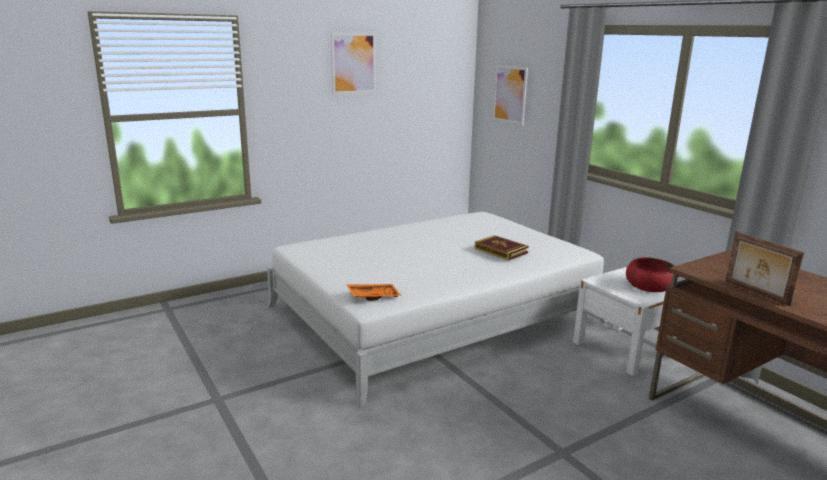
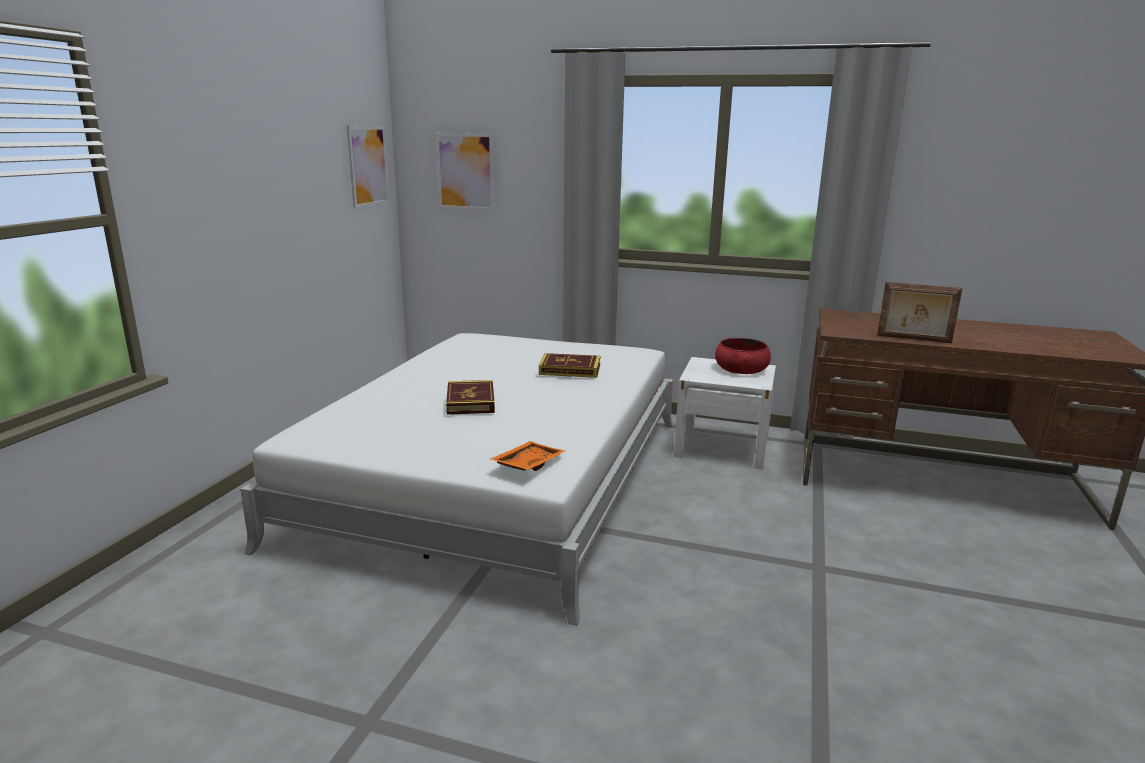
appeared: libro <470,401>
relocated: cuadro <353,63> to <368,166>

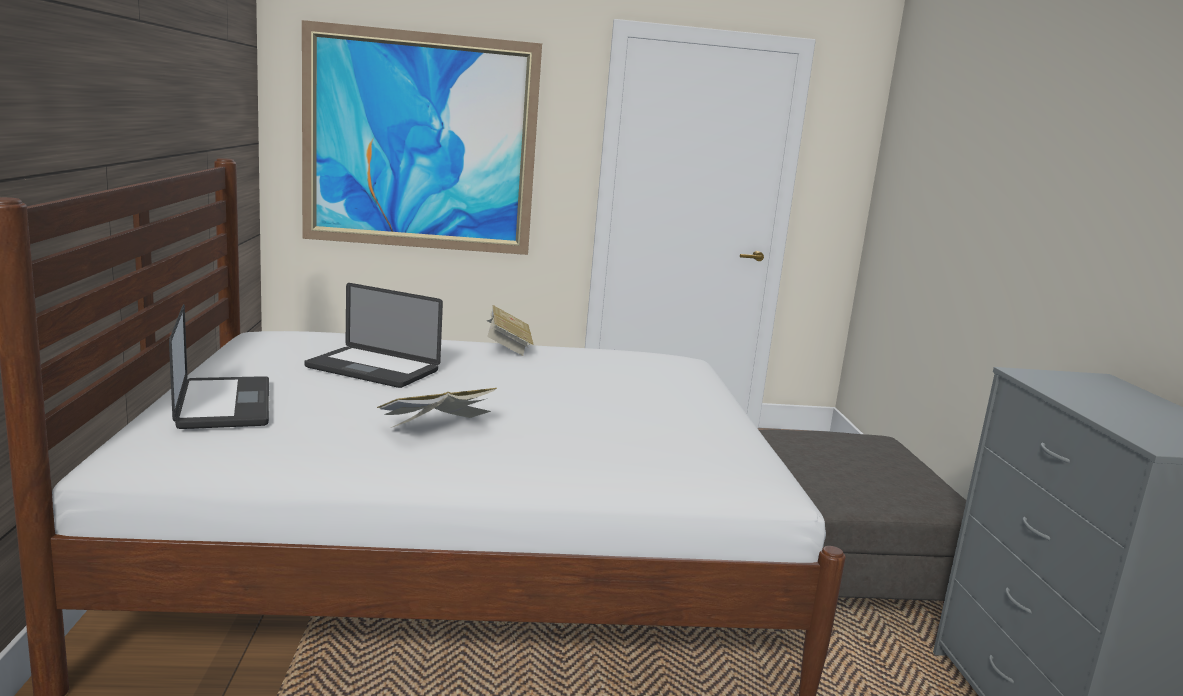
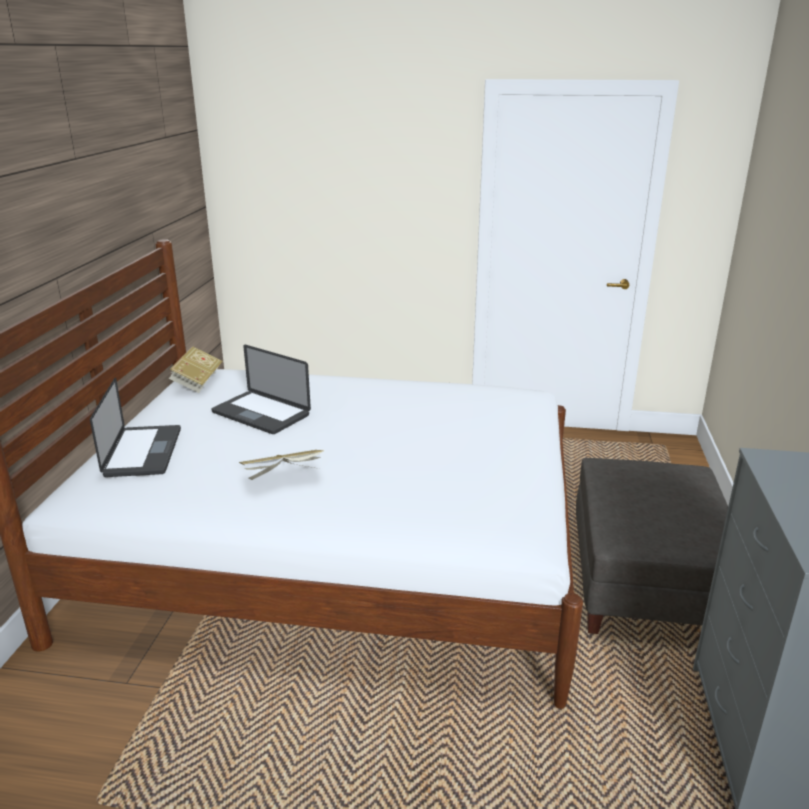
missing: cuadro <420,142>
relocated: libro <508,346> to <197,382>

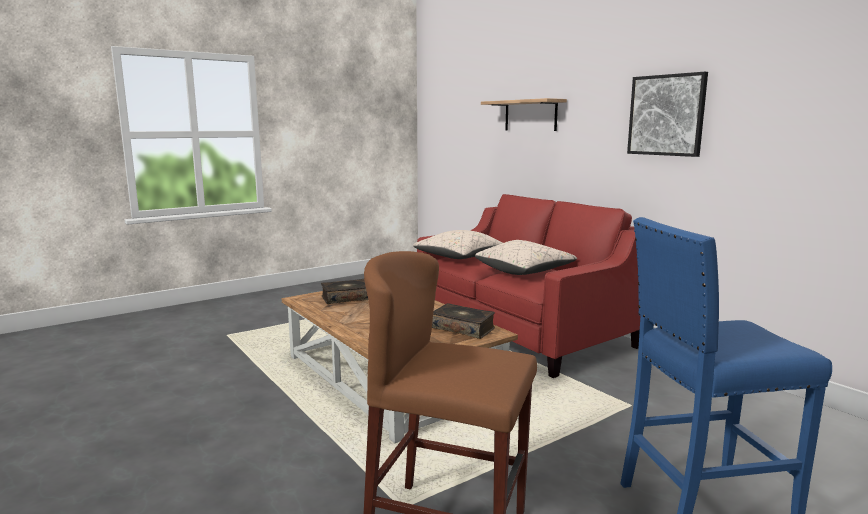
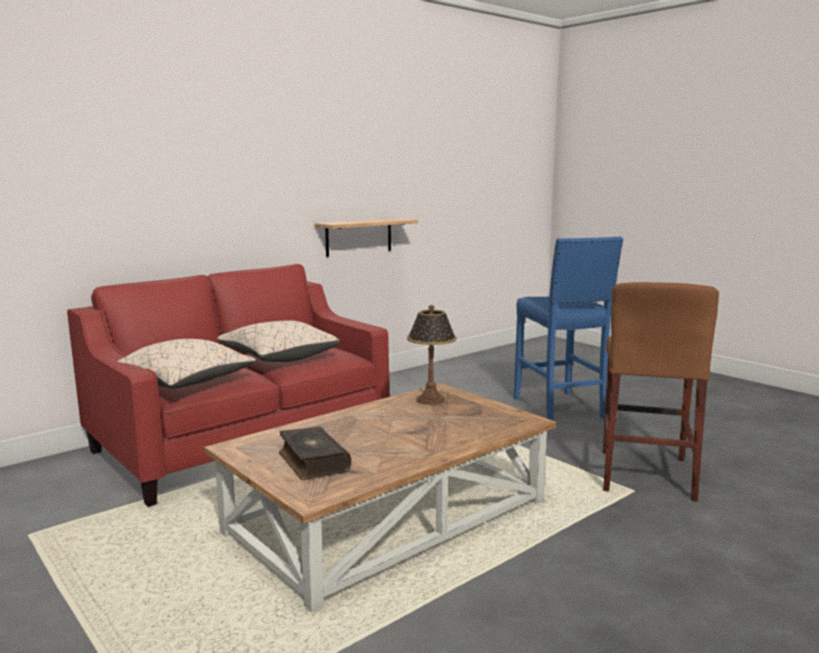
missing: cuadro <666,115>
relocated: estante <530,115> to <359,237>
exchanged: libro <463,328> to lámpara de mesa <431,399>

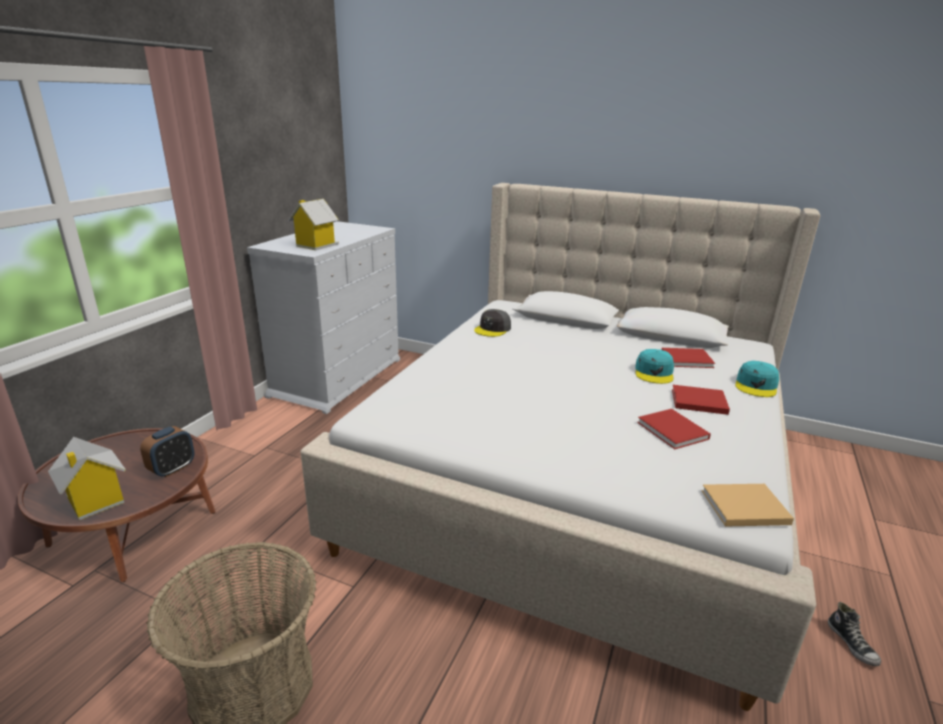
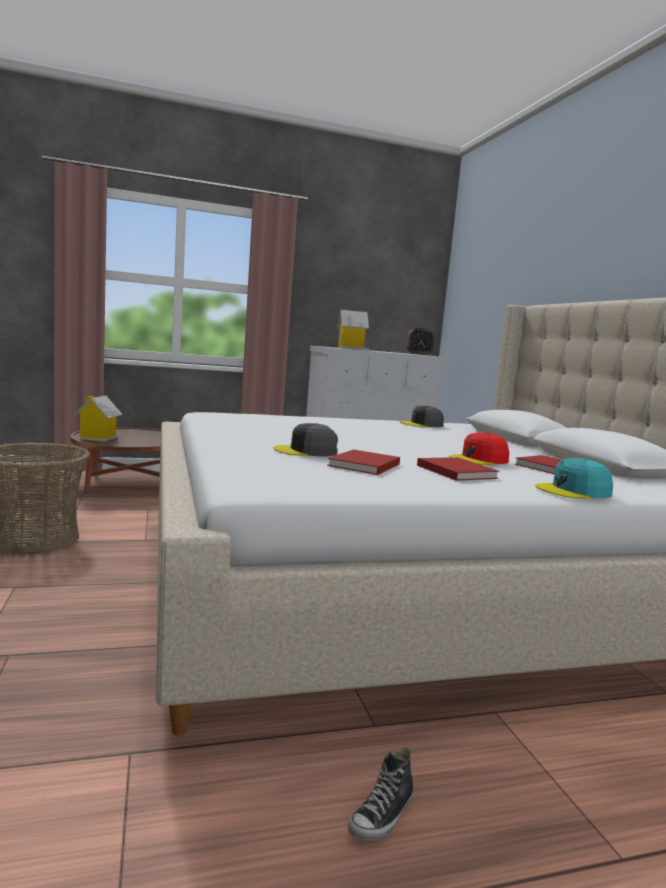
missing: libro (beis) <742,507>
appeared: gorra (gris) <306,451>
relocated: despertador <172,469> to <418,354>
colour: gorra (turquesa) <654,373> to gorra (rojo) <479,459>

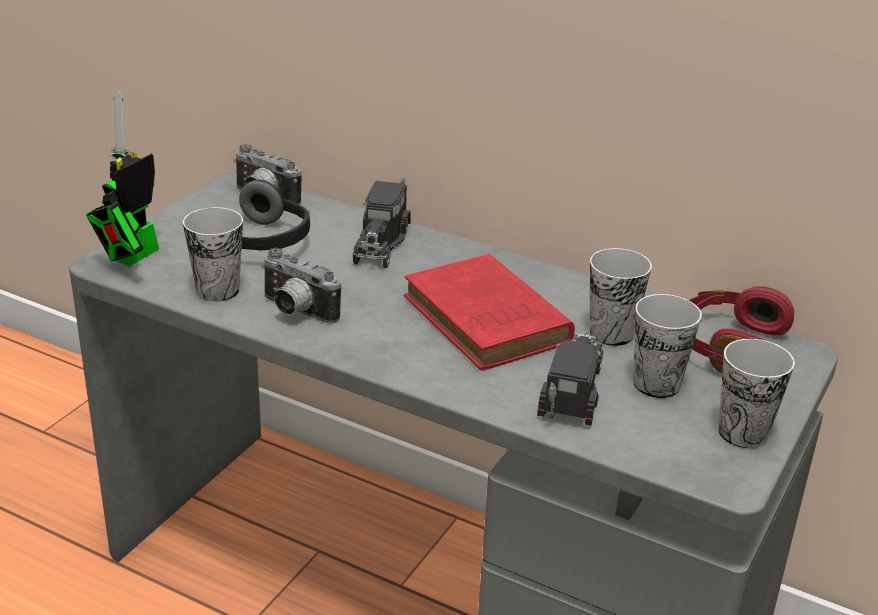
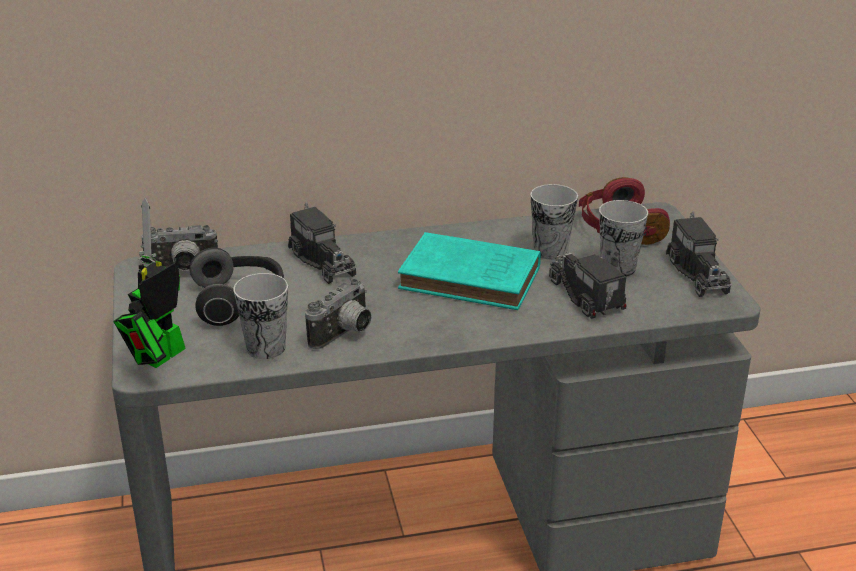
exchanged: taza <743,433> to camión de juguete <696,272>
colour: libro (rojo) <488,322> to libro (turquesa) <474,279>
spun: robot de juguete <131,258> = <158,358> 45 degrees clockwise; cámara <295,312> = <345,334> 45 degrees counterclockwise

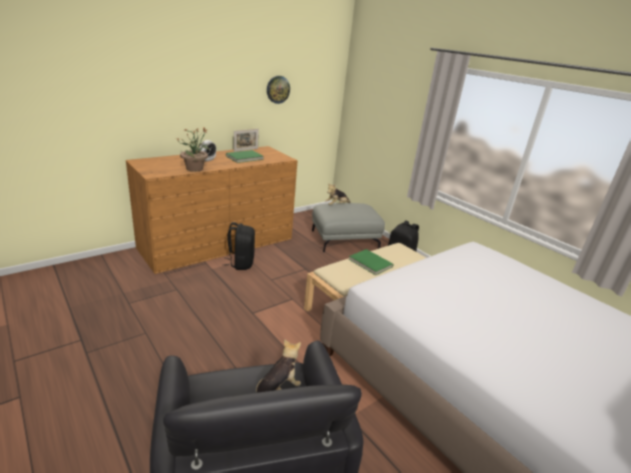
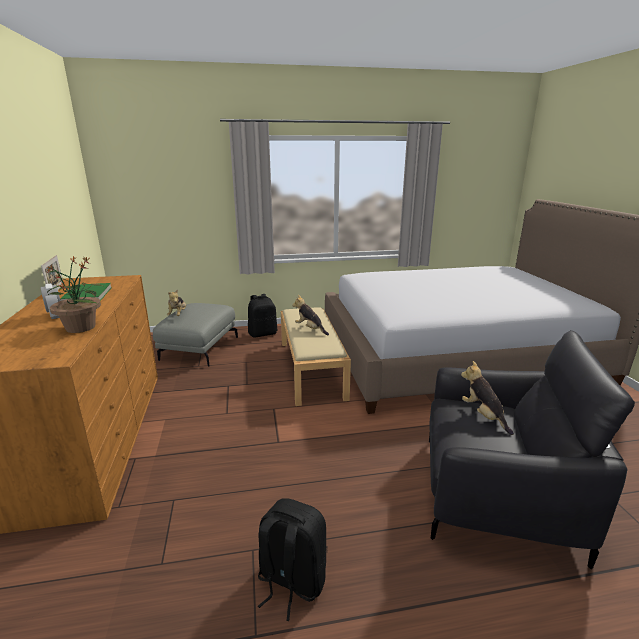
missing: reloj de pared <278,89>
relocated: mochila (negro) <240,263> to <291,581>
exchanged: libro (verde) <370,263> to peluche <310,329>

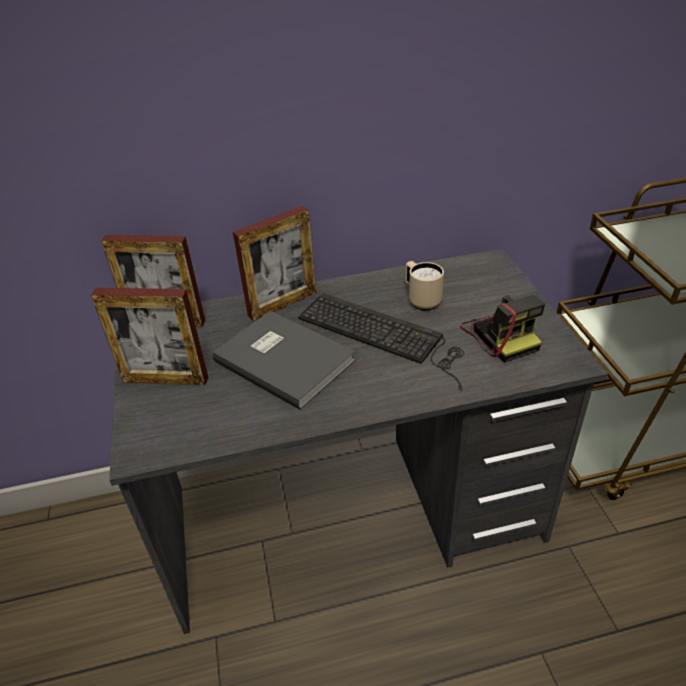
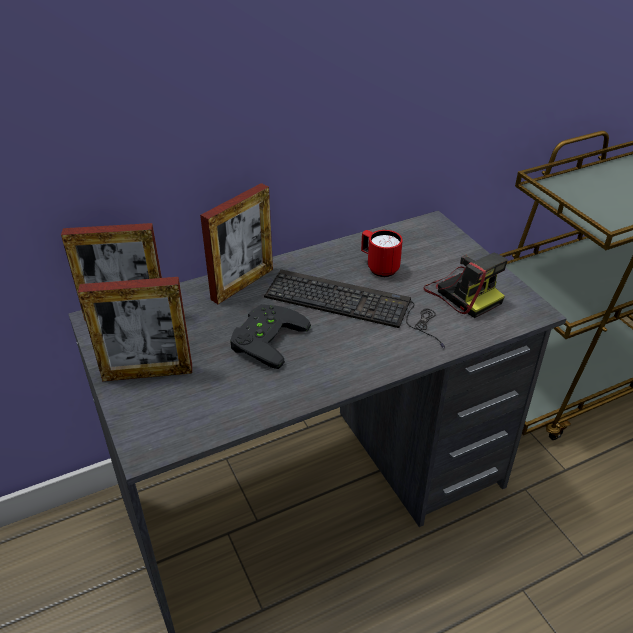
exchanged: libro (gris) <285,359> to mando de consola (negro) <264,338>
colour: taza grande (beis) <421,300> to taza grande (rojo) <378,267>

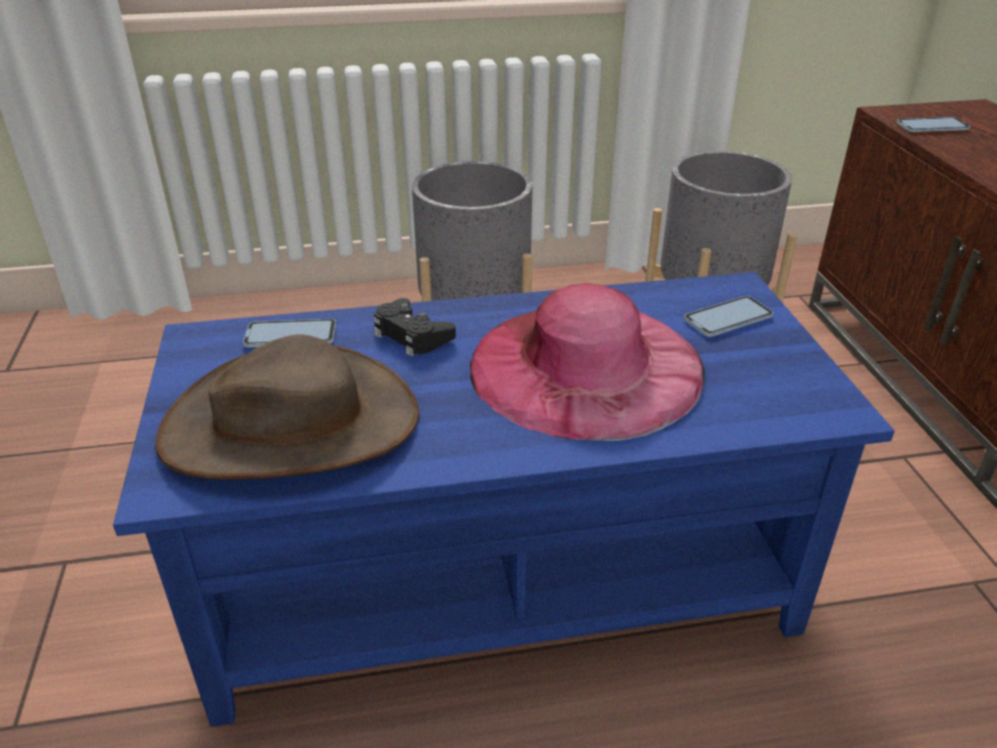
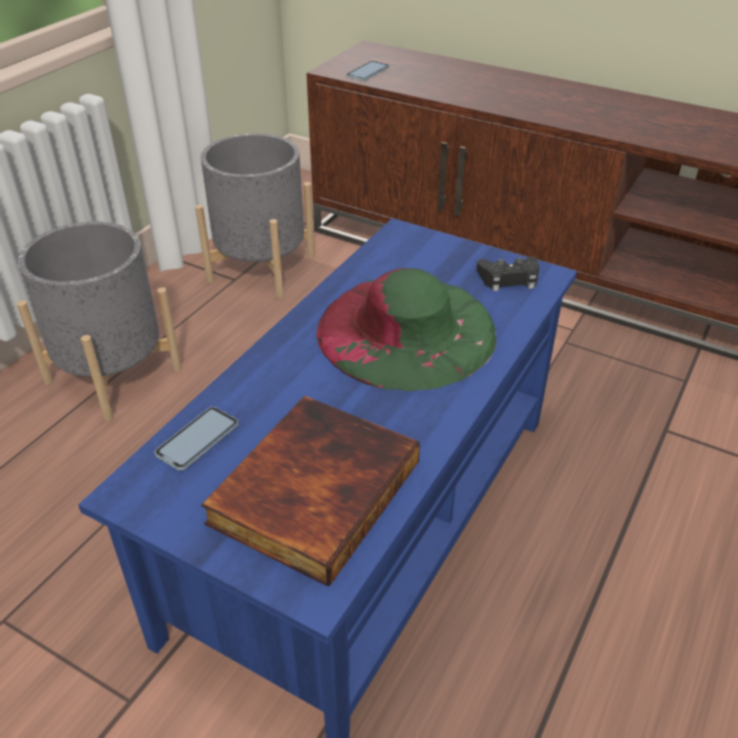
missing: móvil <728,318>
relocated: mando de consola (negro) <411,335> to <509,279>
exchanged: sombrero (marrón) <291,423> to libro <313,489>
colour: sombrero (rosa) <585,366> to sombrero (verde) <406,331>

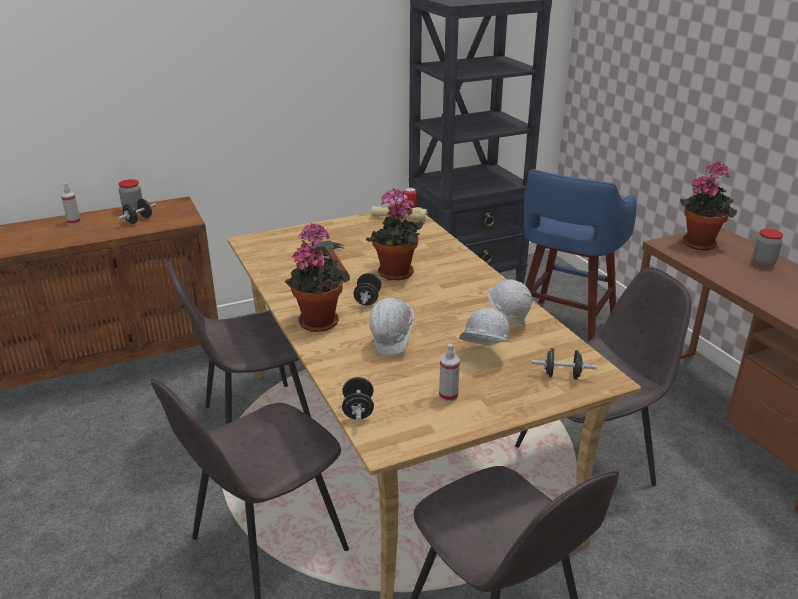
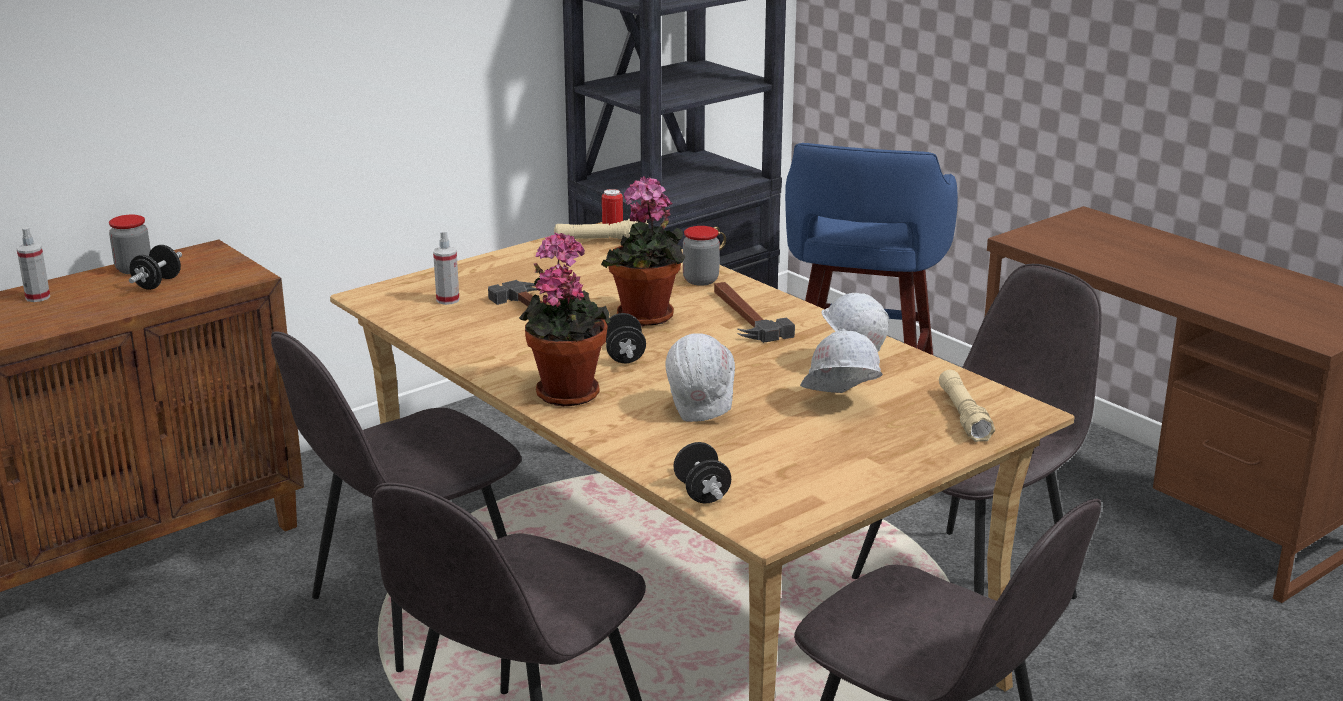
missing: planta en maceta <700,242>
appeared: martillo <743,316>
relocated: tarro <763,262> to <700,280>; pulverizador <448,396> to <447,300>
exchanged: mancuerna (negro) <562,376> to linterna (beis) <963,416>

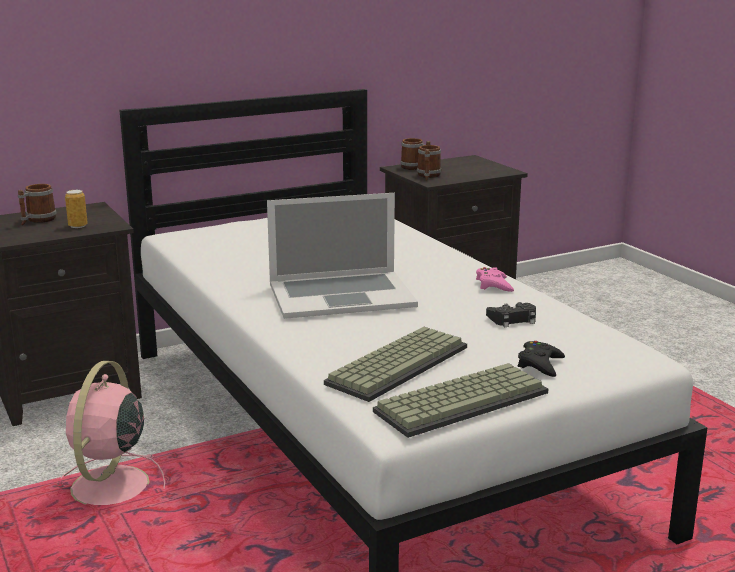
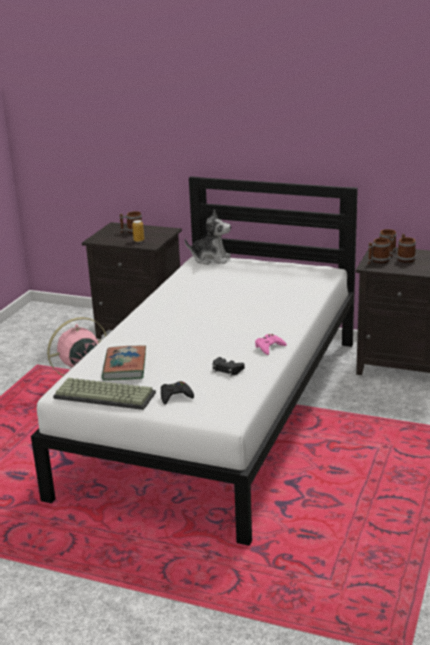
missing: portátil <341,295>
appeared: peluche <211,259>; taza grande <405,258>
exchanged: teclado <397,364> to libro <125,367>

